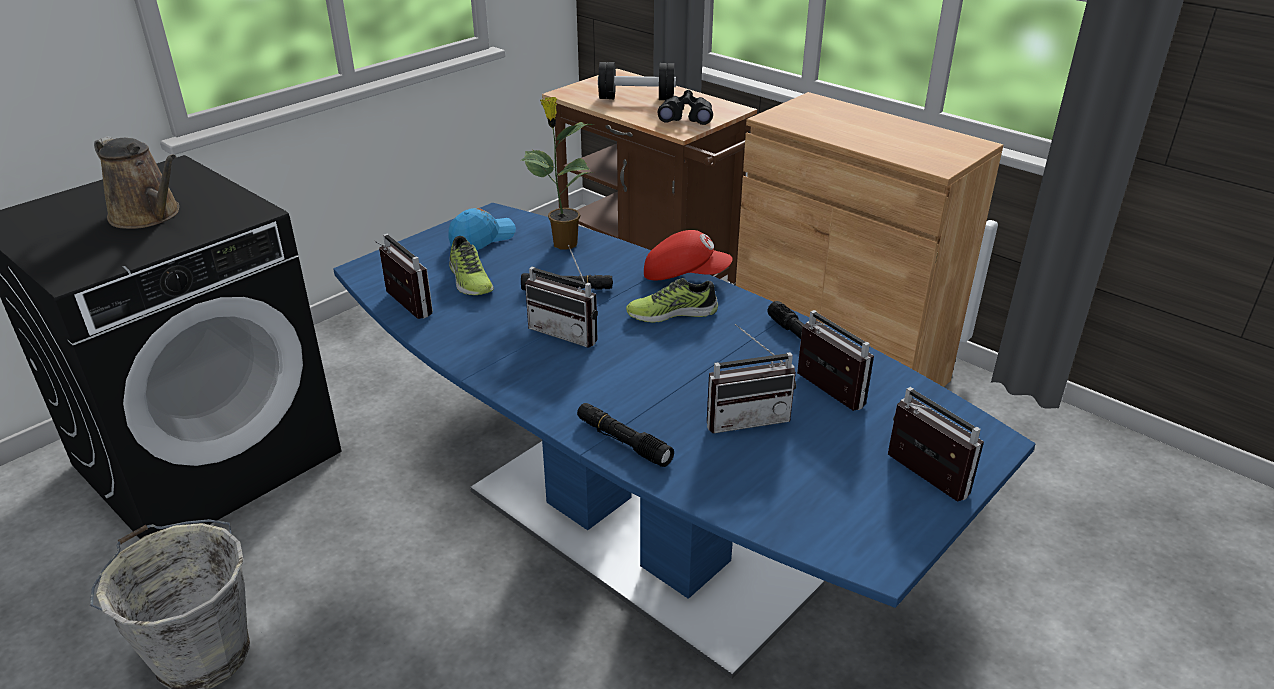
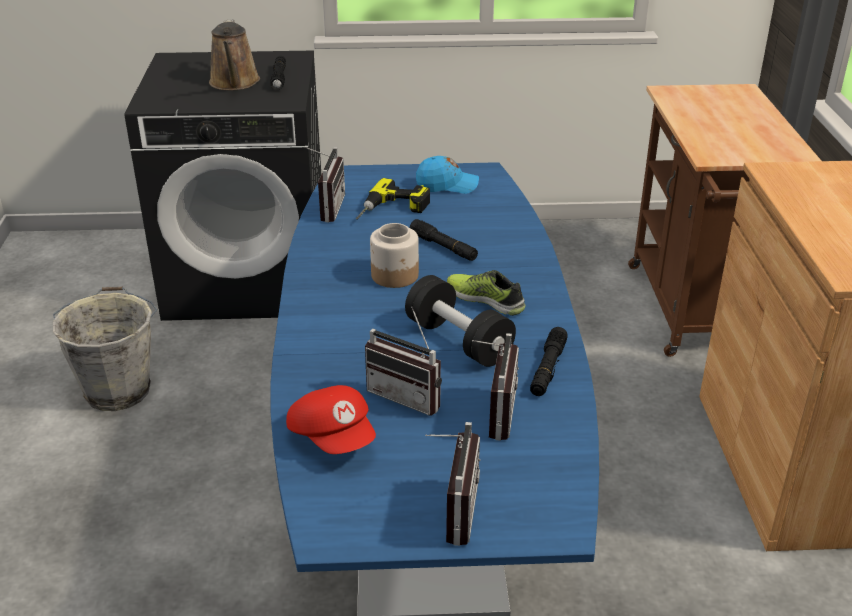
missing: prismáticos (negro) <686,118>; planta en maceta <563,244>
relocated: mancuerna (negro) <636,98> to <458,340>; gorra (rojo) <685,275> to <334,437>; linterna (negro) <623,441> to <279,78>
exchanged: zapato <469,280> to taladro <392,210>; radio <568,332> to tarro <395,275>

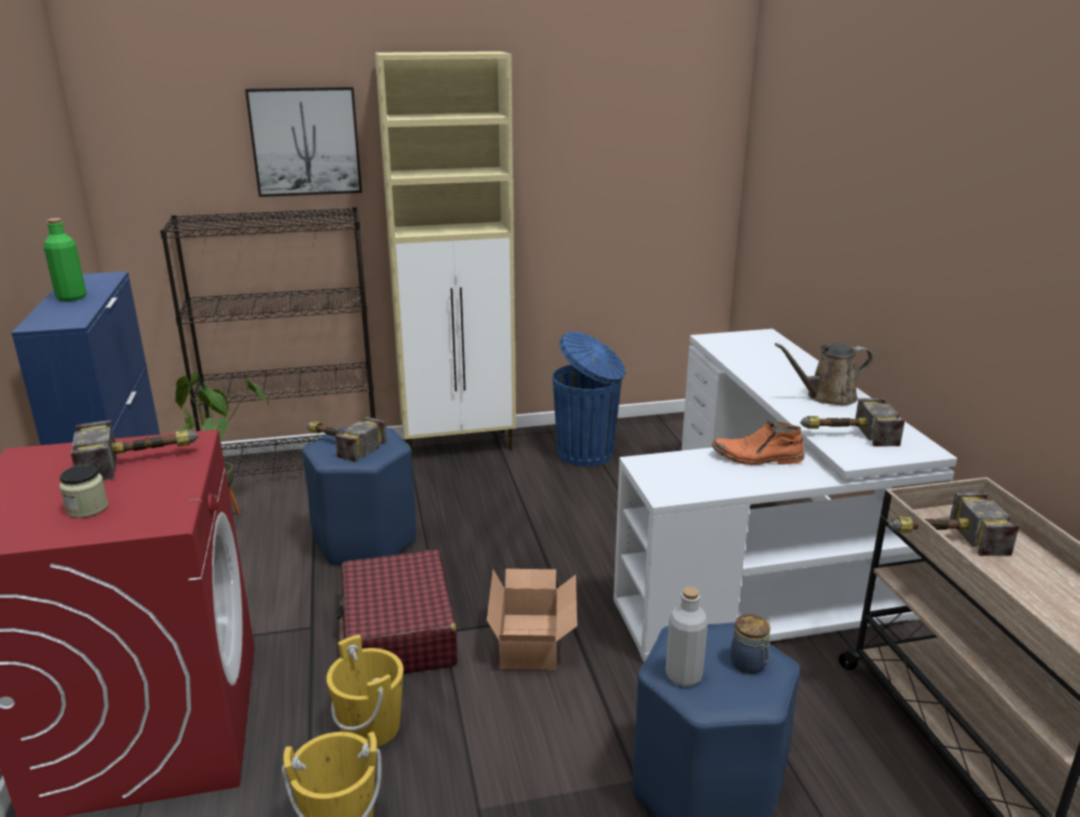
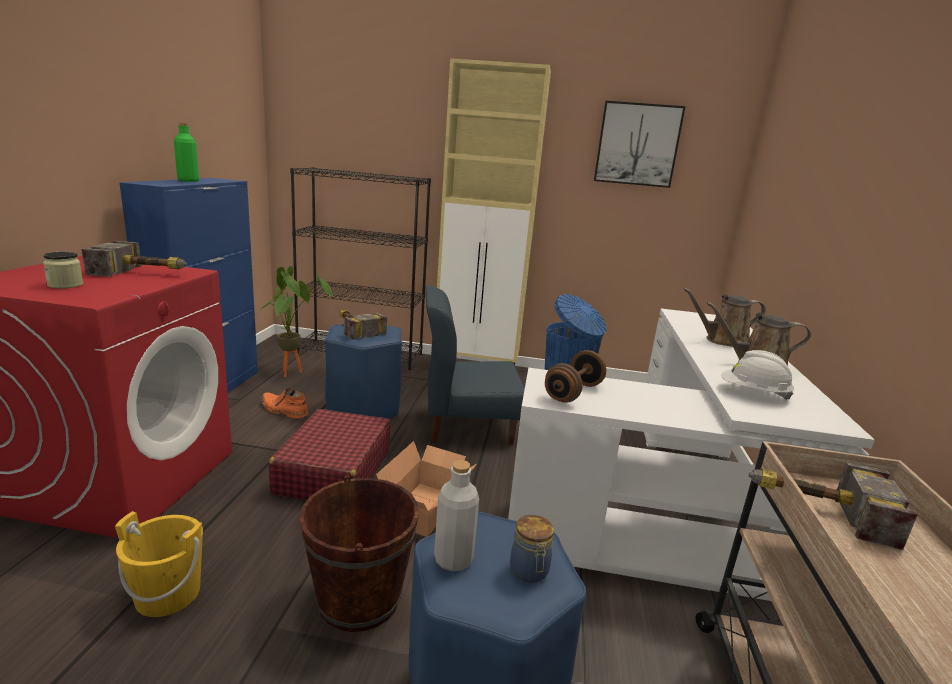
missing: cubo (amarillo) <370,727>
appeared: silla (azul) <467,425>; regadera (marrón) <722,341>; mancuerna (marrón) <573,392>; cubo (marrón) <359,598>
relocated: cuadro <305,141> to <637,145>; bota (naranja) <757,458> to <283,410>
exchanged: martillo <844,434> to casco (blanco) <753,393>

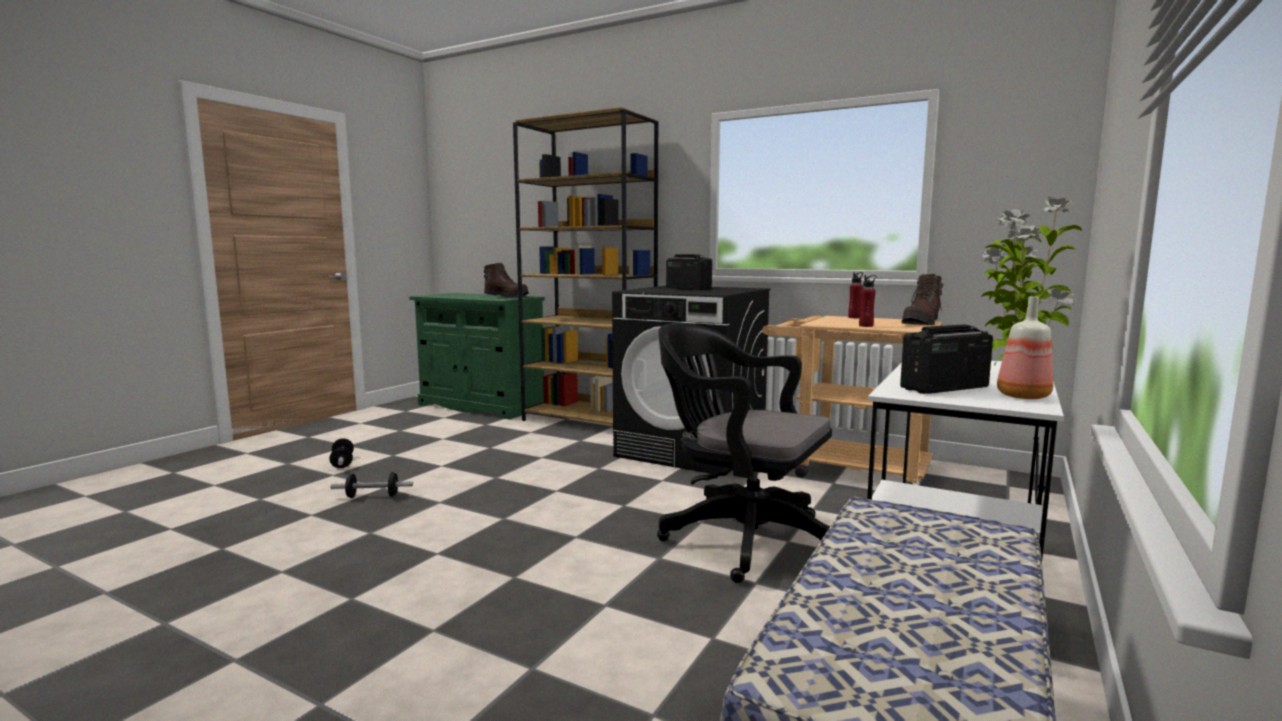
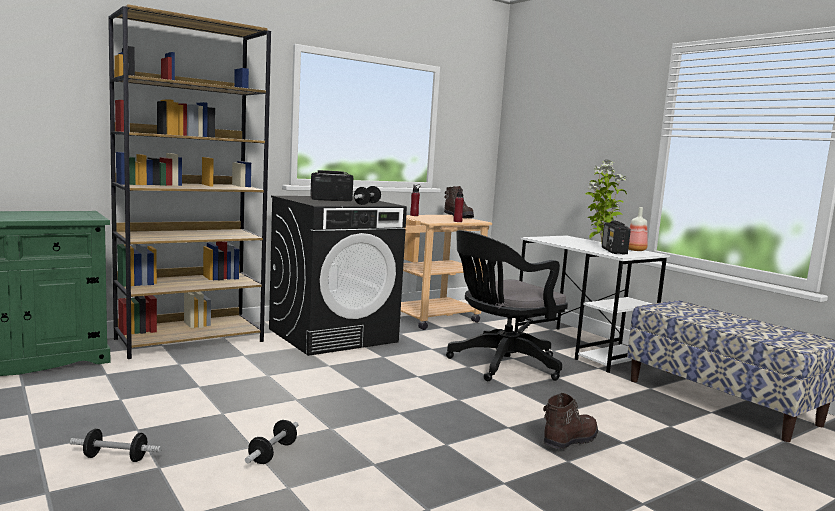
appeared: mancuerna <367,203>
relocated: bota (marrón) <506,296> to <568,441>

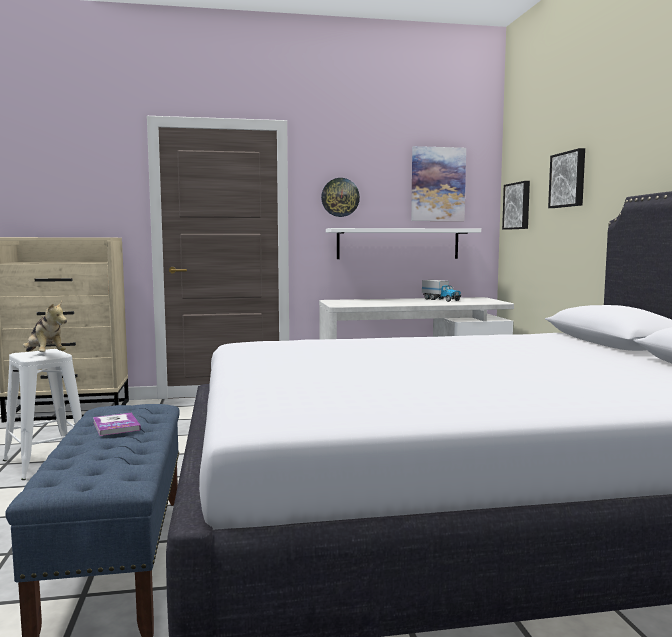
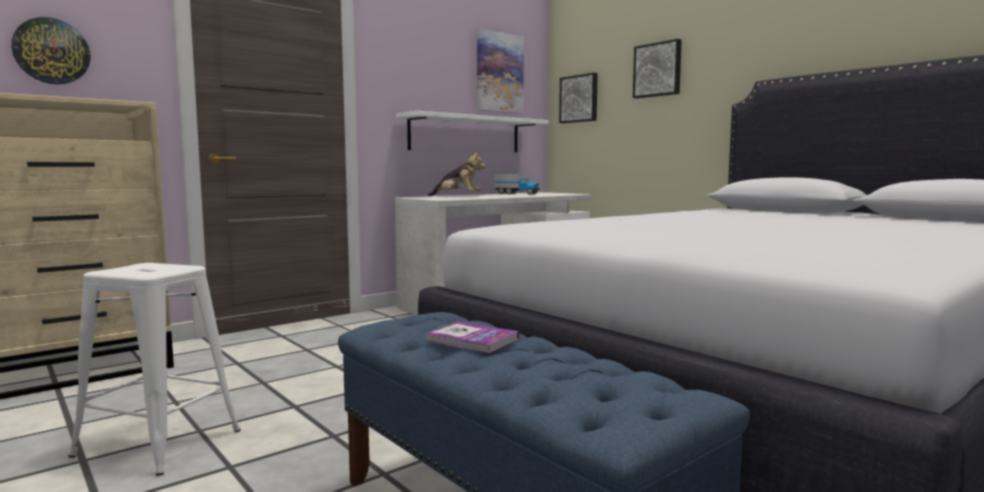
relocated: reloj de pared <340,197> to <51,51>; peluche <45,355> to <457,196>

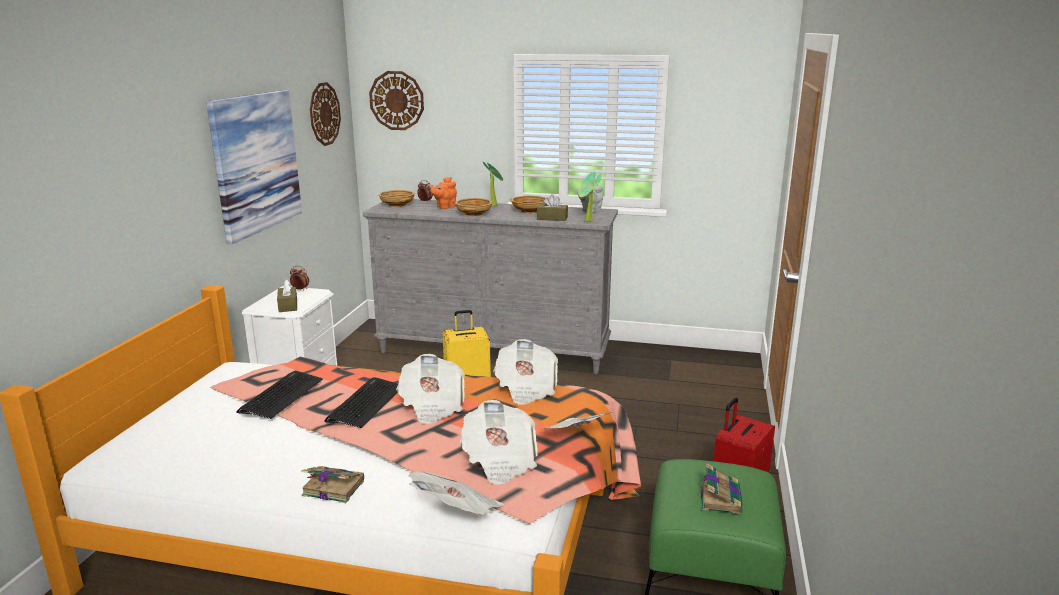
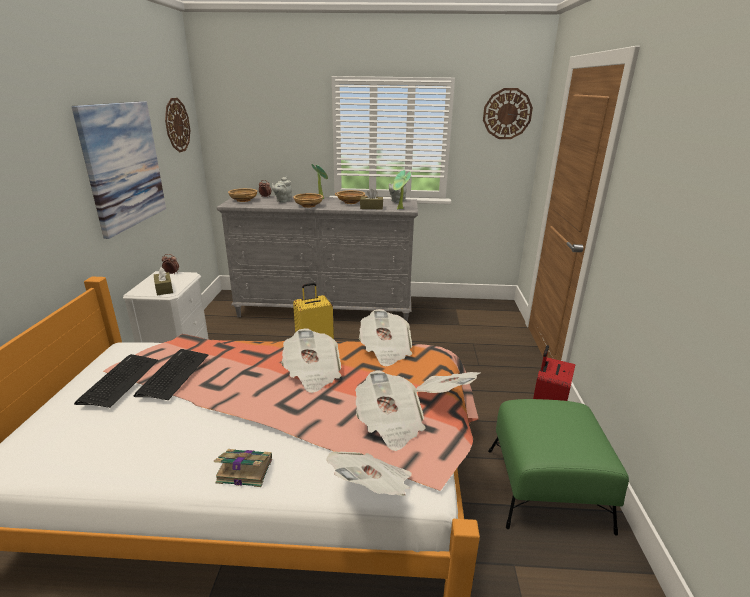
missing: libro <720,497>
relocated: reloj de pared <396,100> to <507,114>; teclado <366,403> to <119,381>
colour: tetera (naranja) <444,207> to tetera (gris) <283,201>

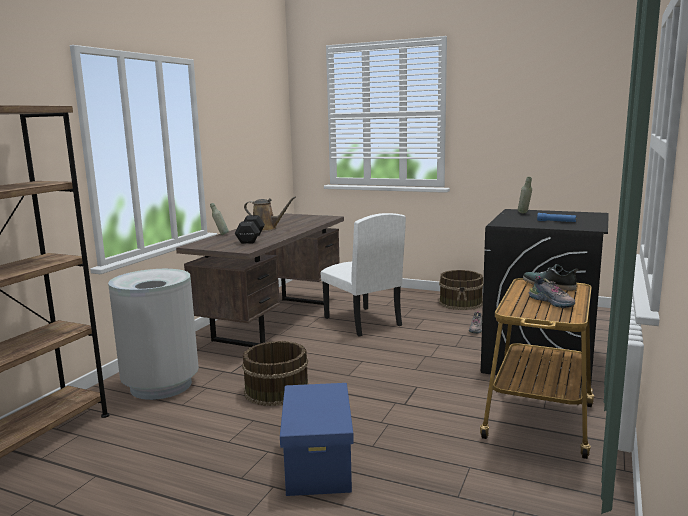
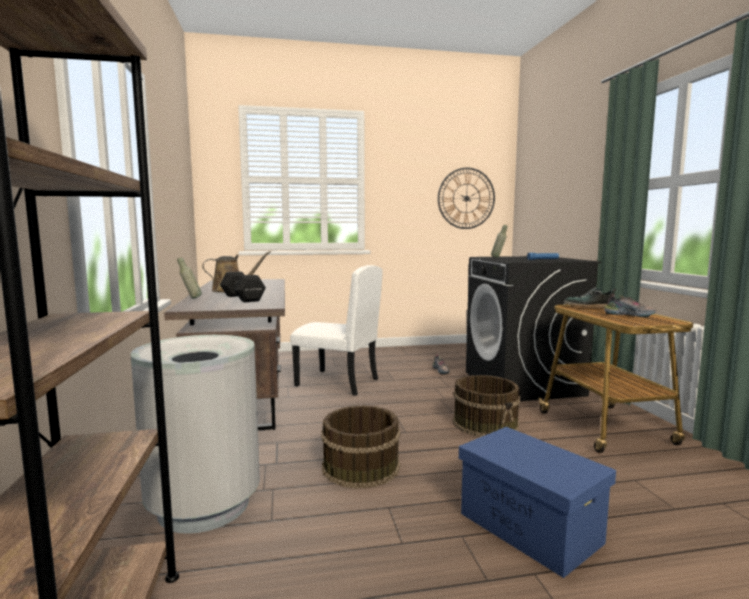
appeared: reloj de pared <466,198>
relocated: cubo (marrón) <461,302> to <486,423>

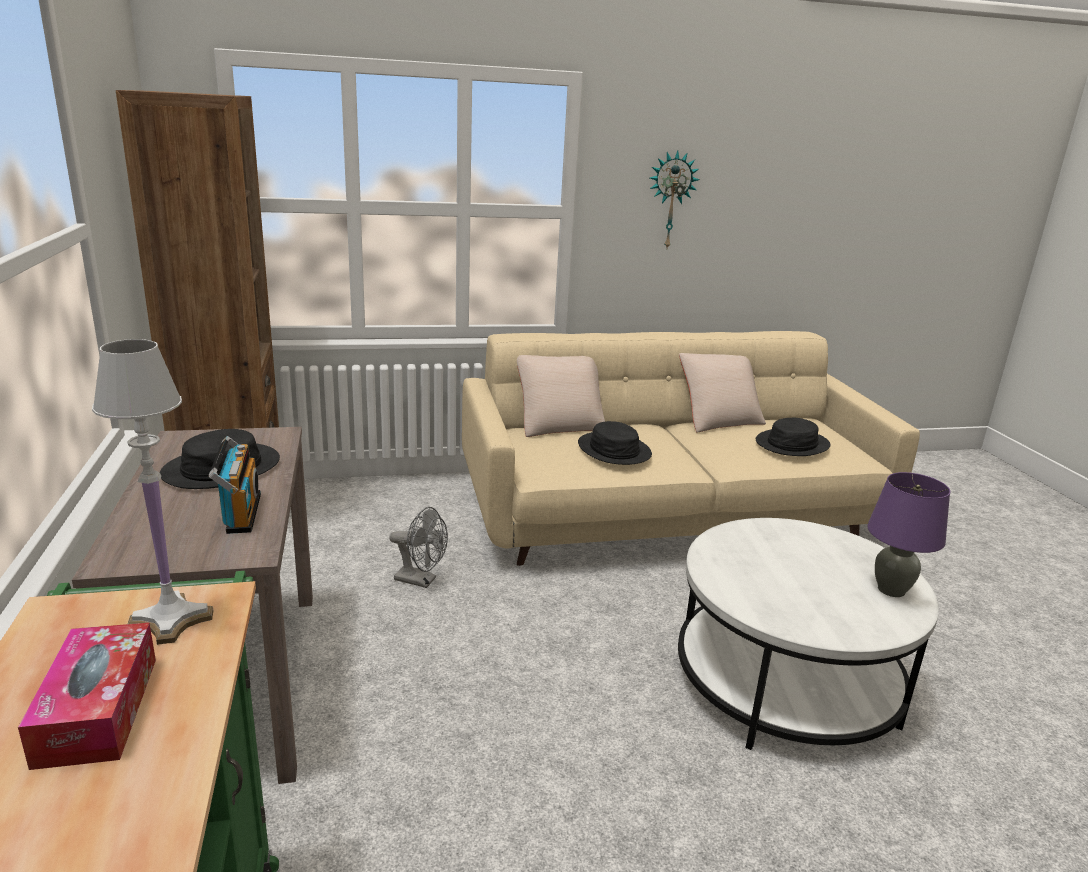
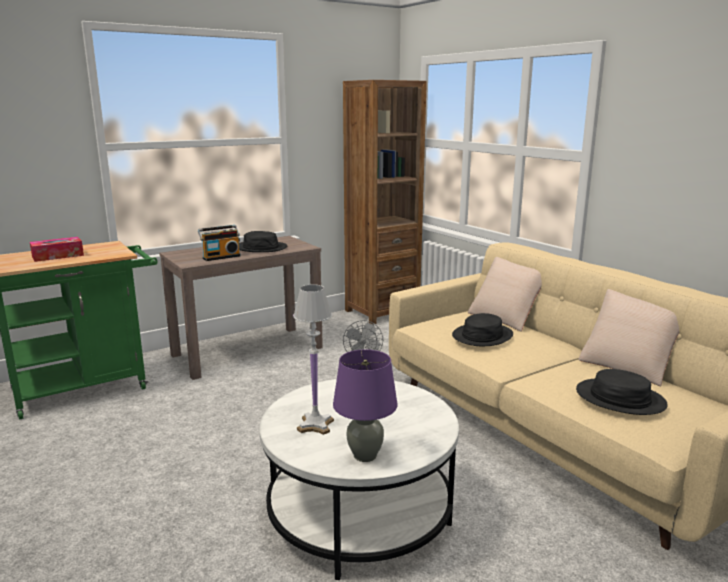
missing: reloj de pared <670,200>
relocated: lámpara de mesa (blanco) <170,619> to <315,425>

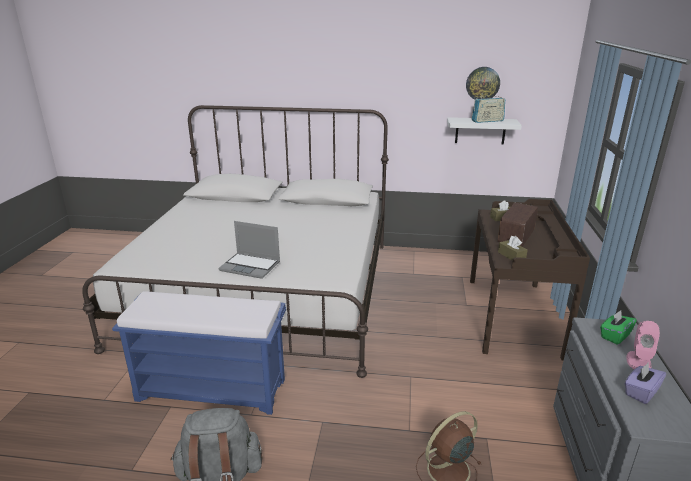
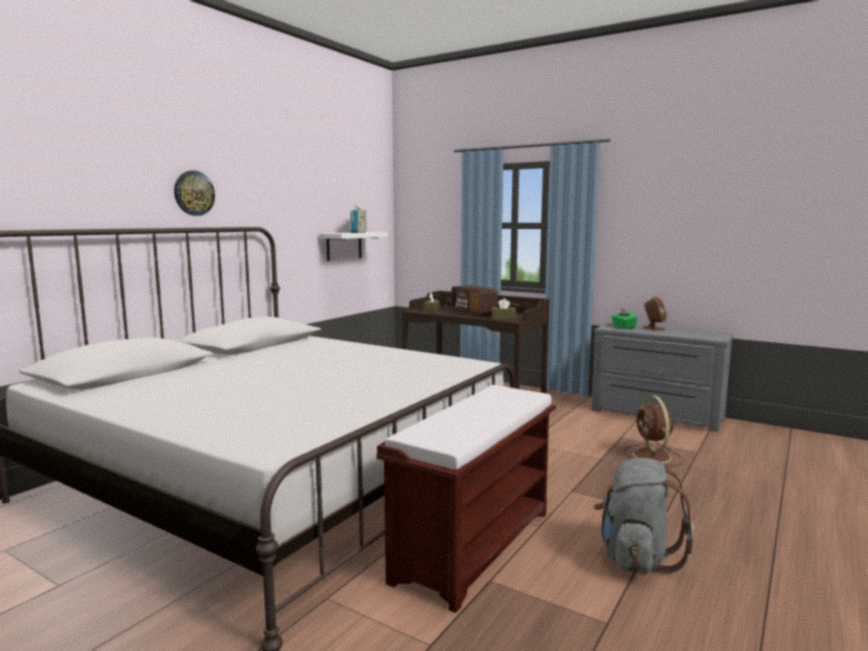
missing: portátil <251,266>; caja de pañuelos (morado) <640,392>
relocated: reloj de pared <482,84> to <194,193>
colour: banco (azul) <213,389> to banco (marrón) <474,544>; altavoz (rosa) <638,361> to altavoz (marrón) <653,328>

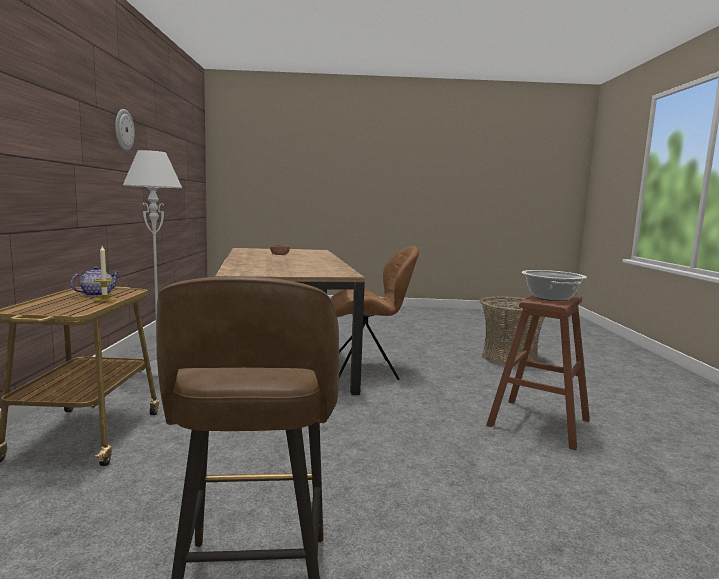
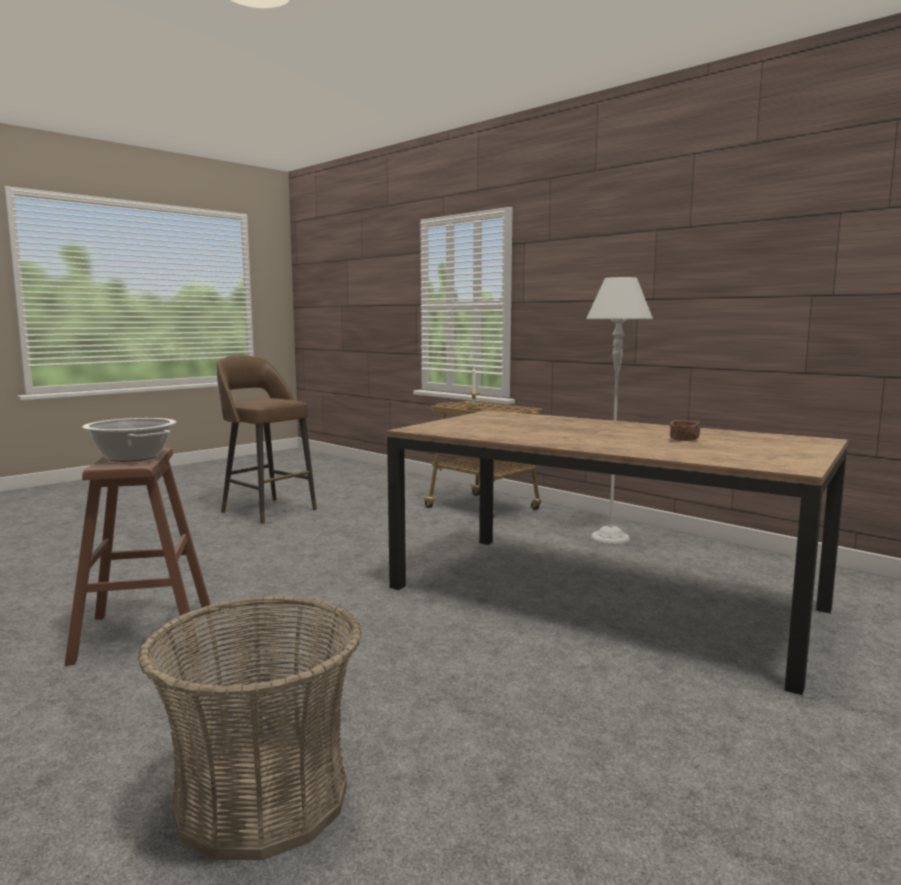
missing: reloj de pared <123,130>; silla (marrón) <366,370>; tetera <96,294>

